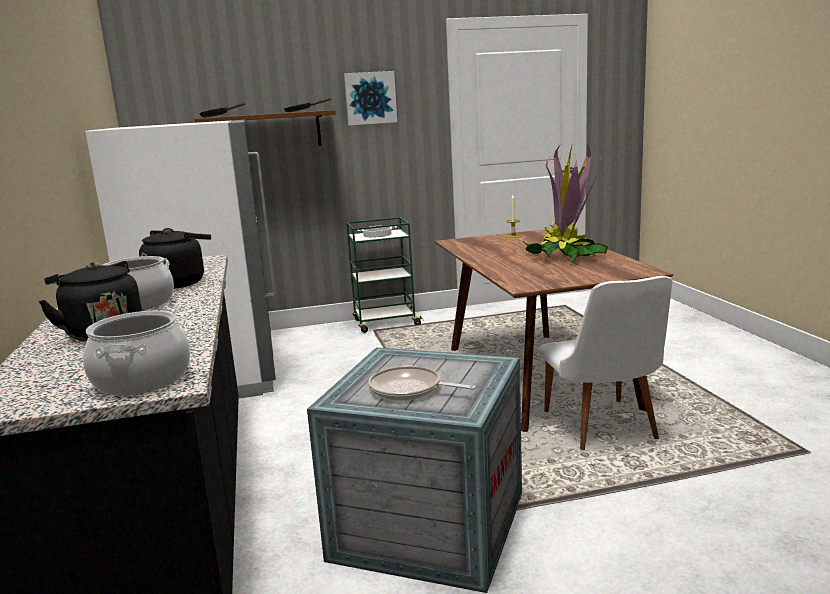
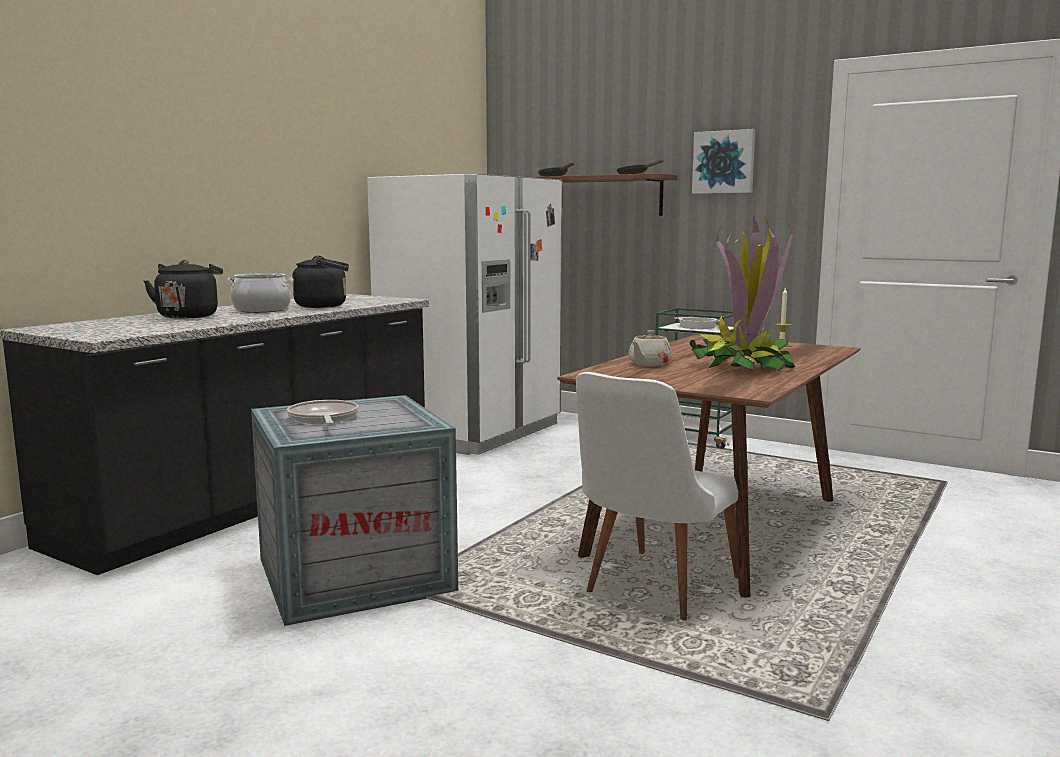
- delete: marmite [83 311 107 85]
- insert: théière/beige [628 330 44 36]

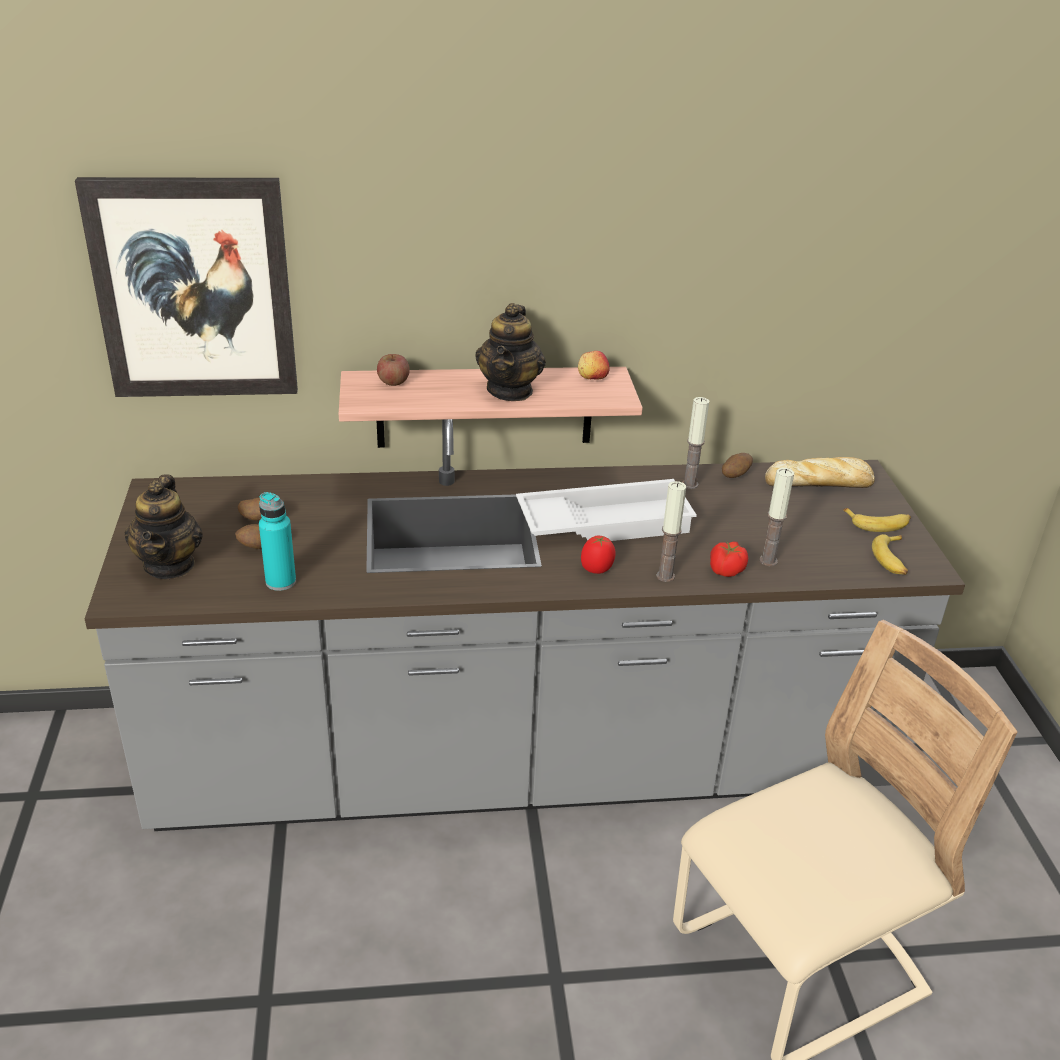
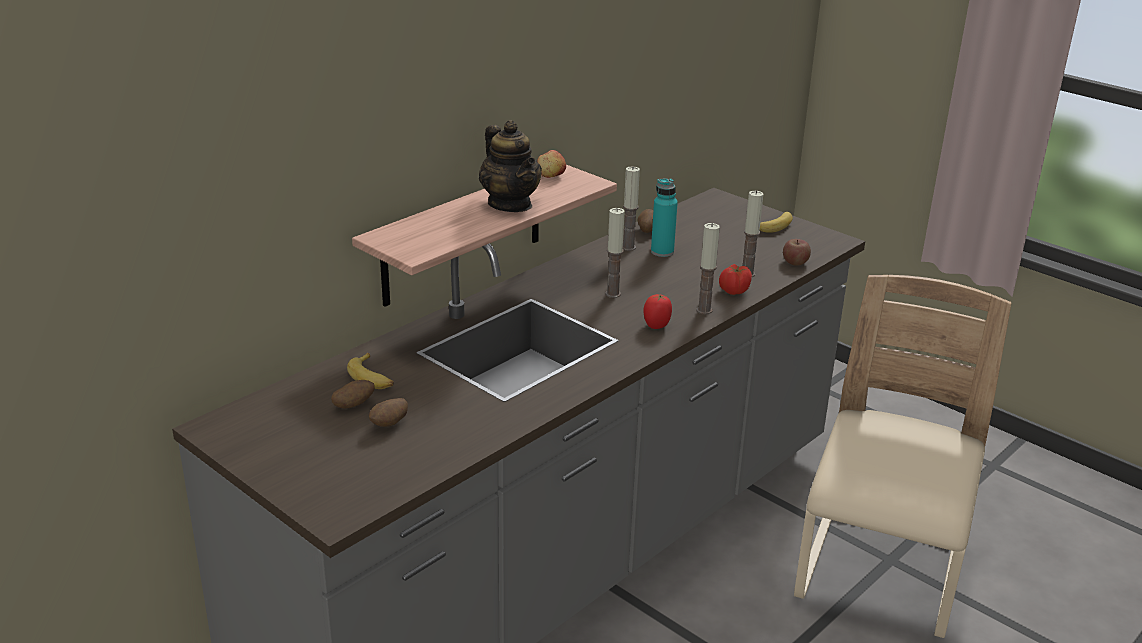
- delete: tableau [75 177 223 220]
- delete: théière [124 475 79 104]
- delete: pain [765 457 110 31]
- move: bouteille/turquoise [259 492 37 99] to [651 178 27 79]
- move: pomme [377 354 33 32] to [783 239 28 27]
- move: banane [872 534 36 41] to [347 353 47 36]
- replace: plateau/blanc [516 479 181 62] to bougie [605 208 20 90]

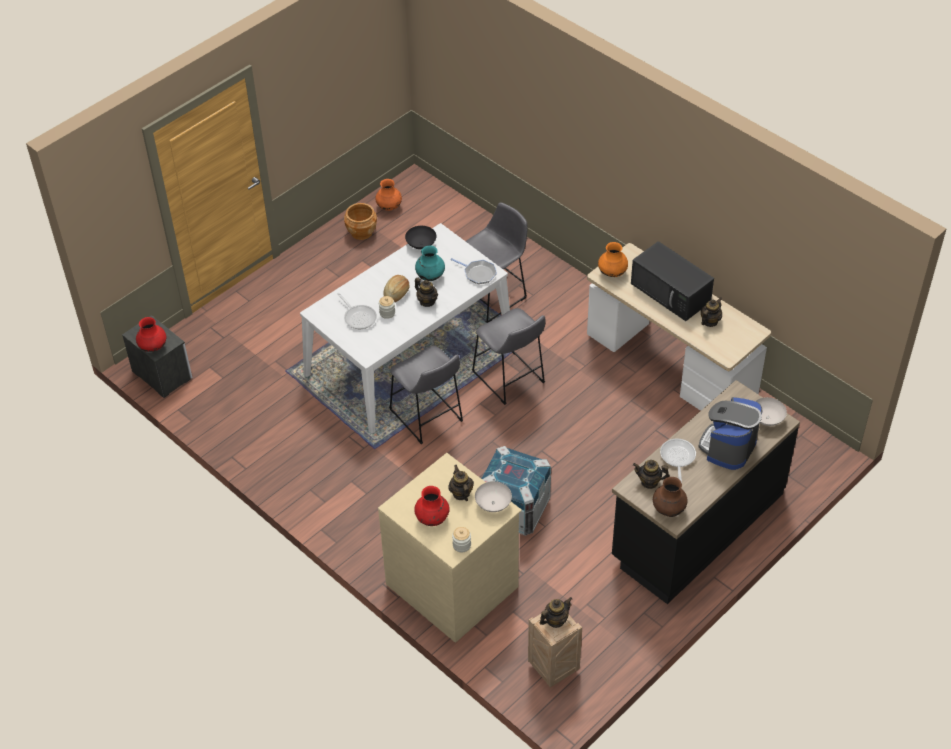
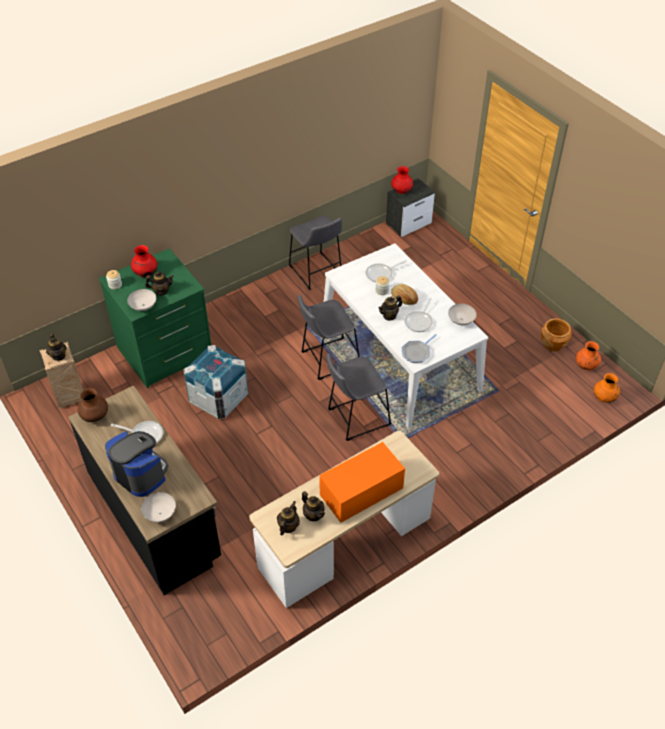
- move: tabouret/gris [466 203 62 120] to [289 216 53 74]
- move: vase/orange [598 242 30 35] to [594 373 26 30]
- move: théière [633 460 37 29] to [277 501 23 35]
- replace: vase/turquoise [415 246 30 35] to poêle [404 298 29 34]
- recolor: commode/beige [378 453 144 190] to commode/vert [99 248 112 141]
- recolor: bol/noir [405 226 31 23] to bol/blanc [448 304 29 21]
- recolor: micro-ondes/noir [631 241 83 80] to micro-ondes/orange [319 442 86 81]

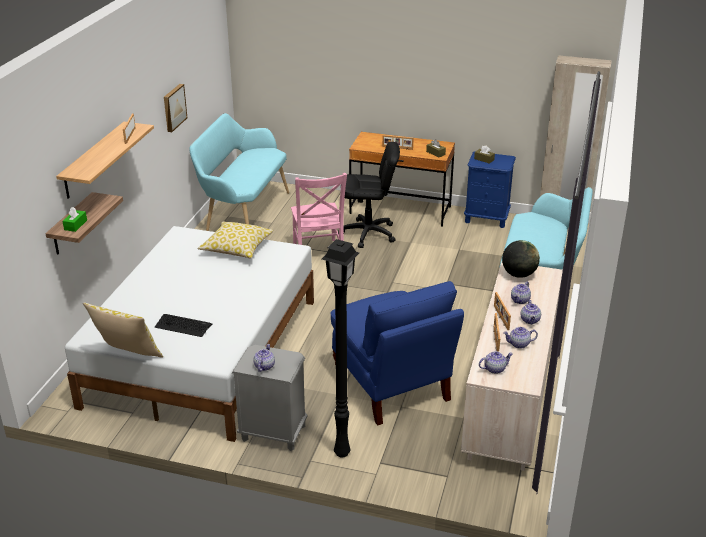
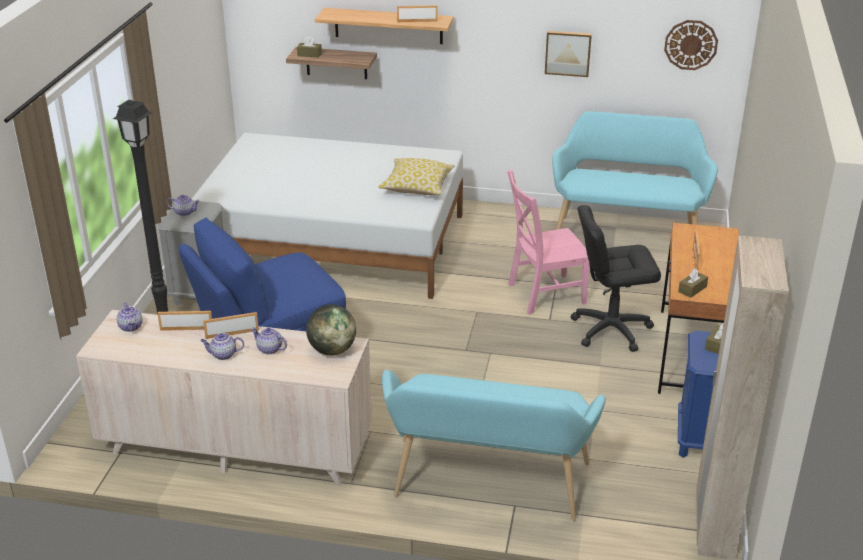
- delete: coussin [83 303 80 55]
- delete: clavier [155 314 57 23]
- delete: théière [503 327 35 22]
- insert: horloge murale [664 20 54 50]
- recolor: boîte à mouchoirs/vert [63 207 24 25] to boîte à mouchoirs/marron [297 36 25 22]
- rotate: chaise de bureau/noir [338 142 62 106] = [571 205 90 147] 90 degrees clockwise

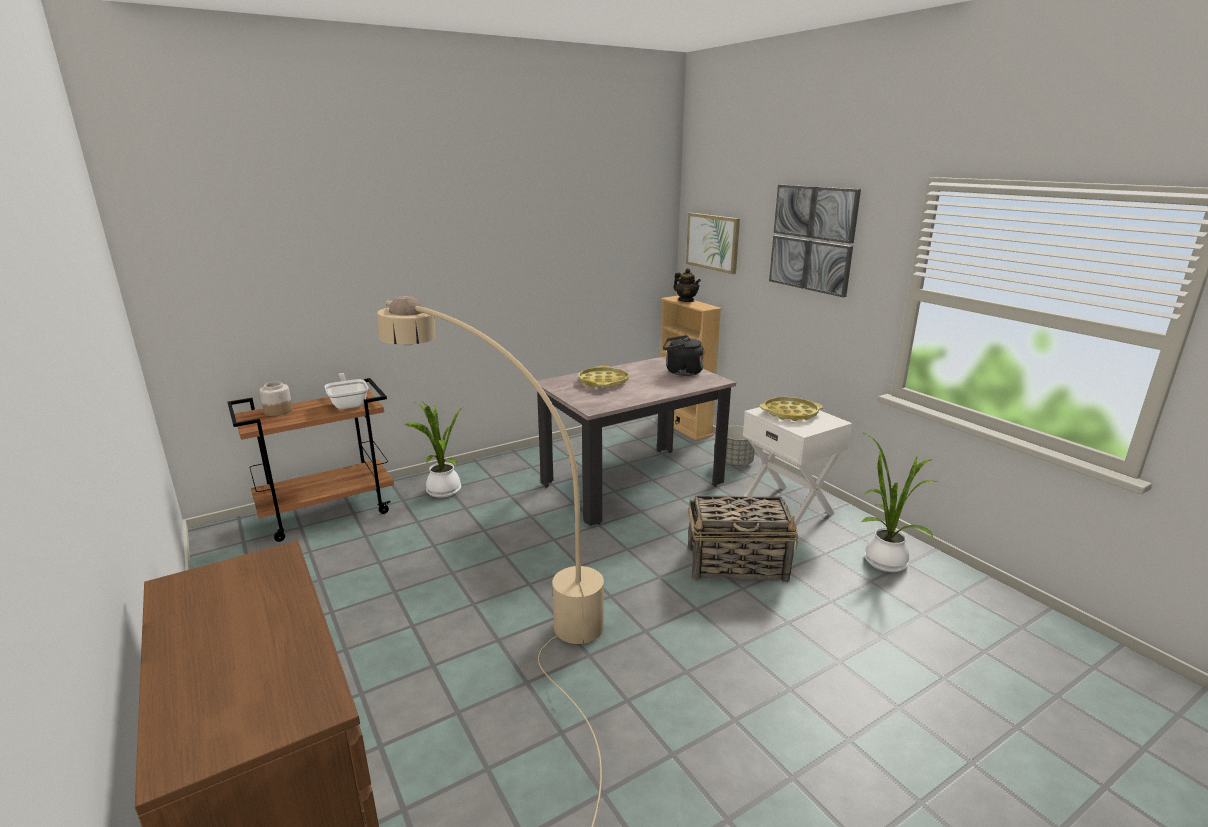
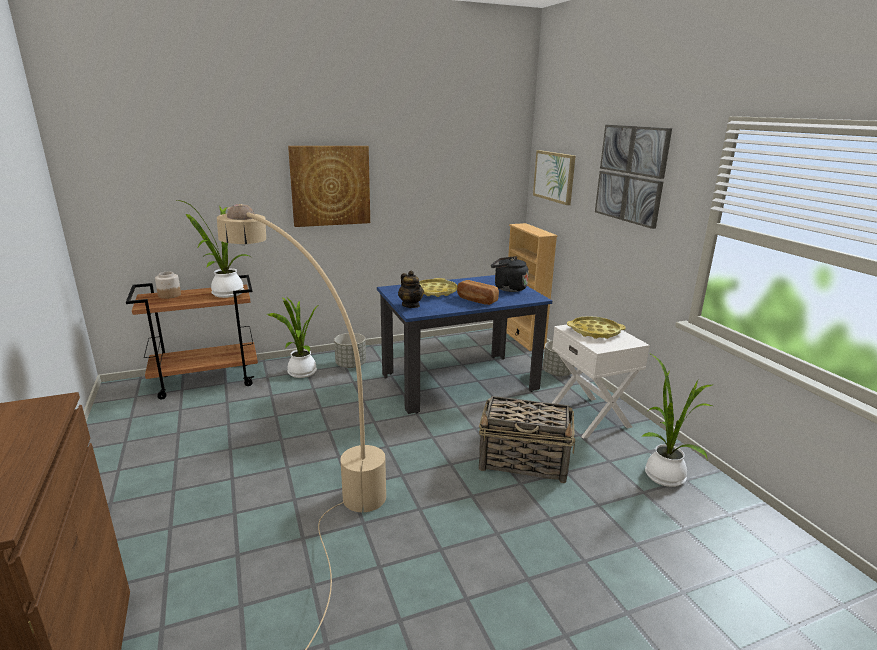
- insert: tableau [288 146 82 81]
- insert: cache-pot/gris [334 333 32 35]
- insert: pain [457 280 42 25]
- move: théière [674 268 27 34] to [398 270 26 38]
- replace: poêle [324 373 44 36] to plante en pot [177 200 75 98]
- recolor: table à manger/beige [537 356 199 170] to table à manger/bleu [377 275 175 139]

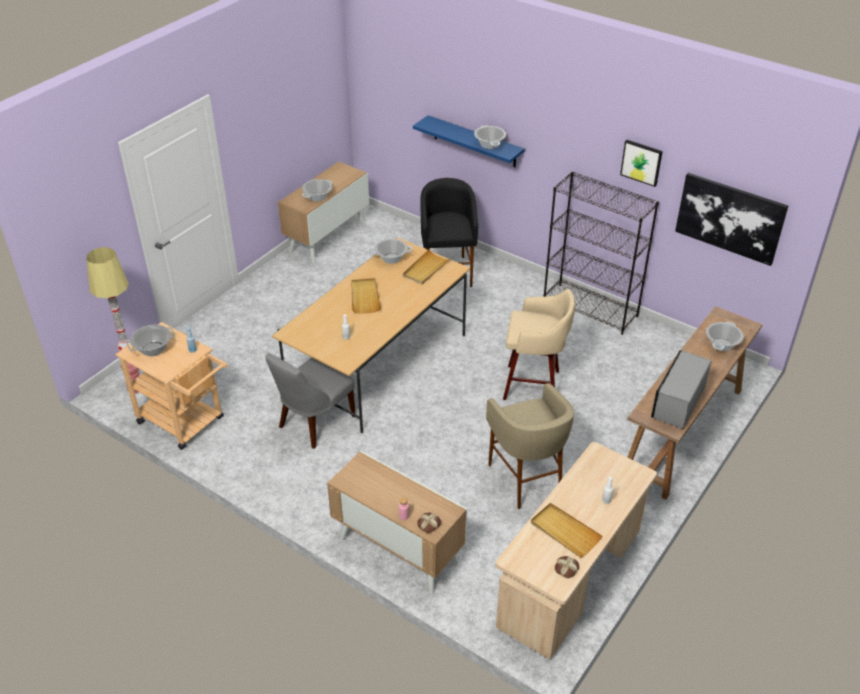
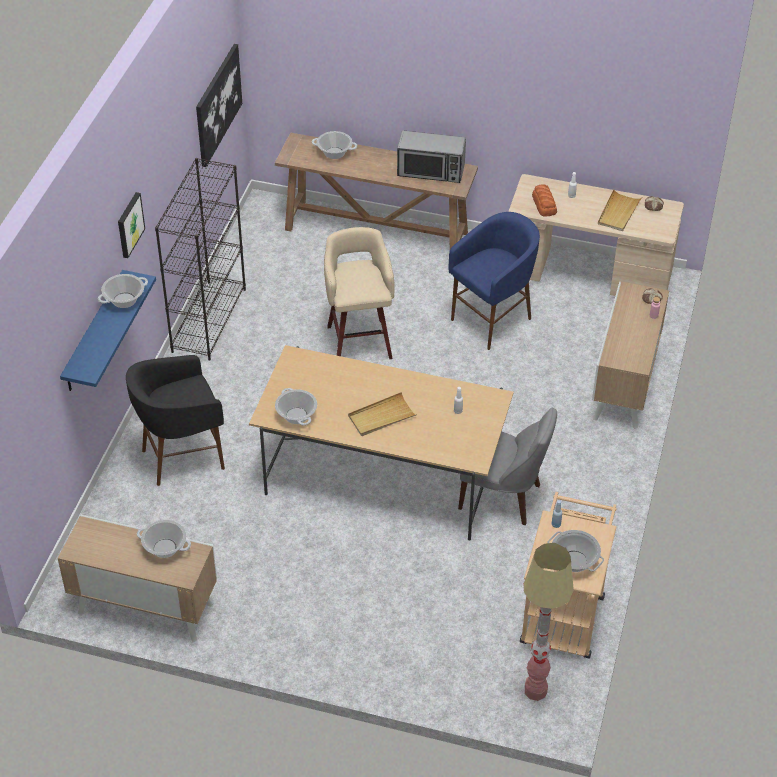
- delete: plateau/beige [403 249 48 36]
- insert: pain [532 184 25 32]
- move: tableau [620 140 43 47] to [118 192 27 66]
- recolor: tabouret/beige [486 383 88 126] to tabouret/bleu [449 212 91 138]

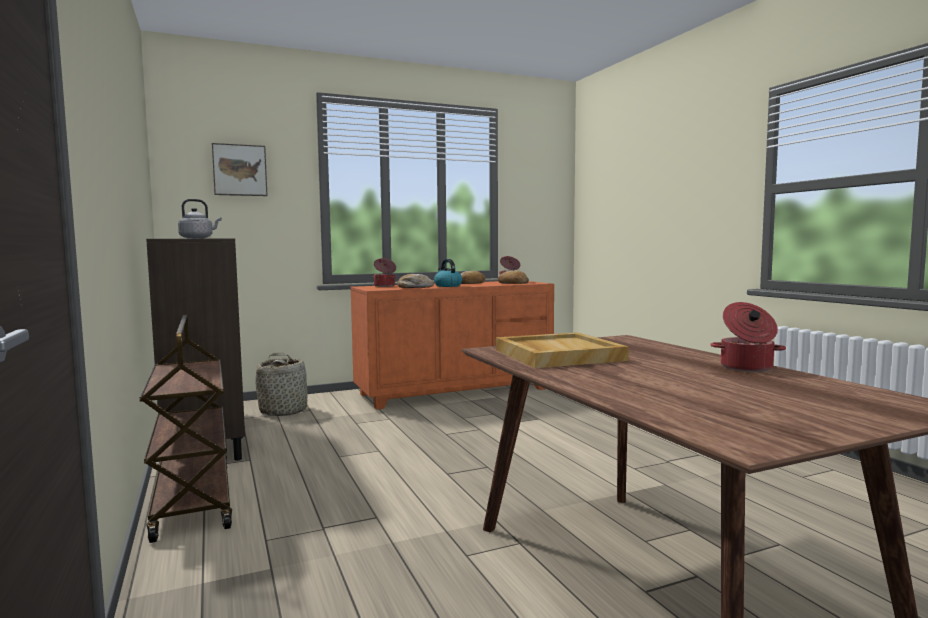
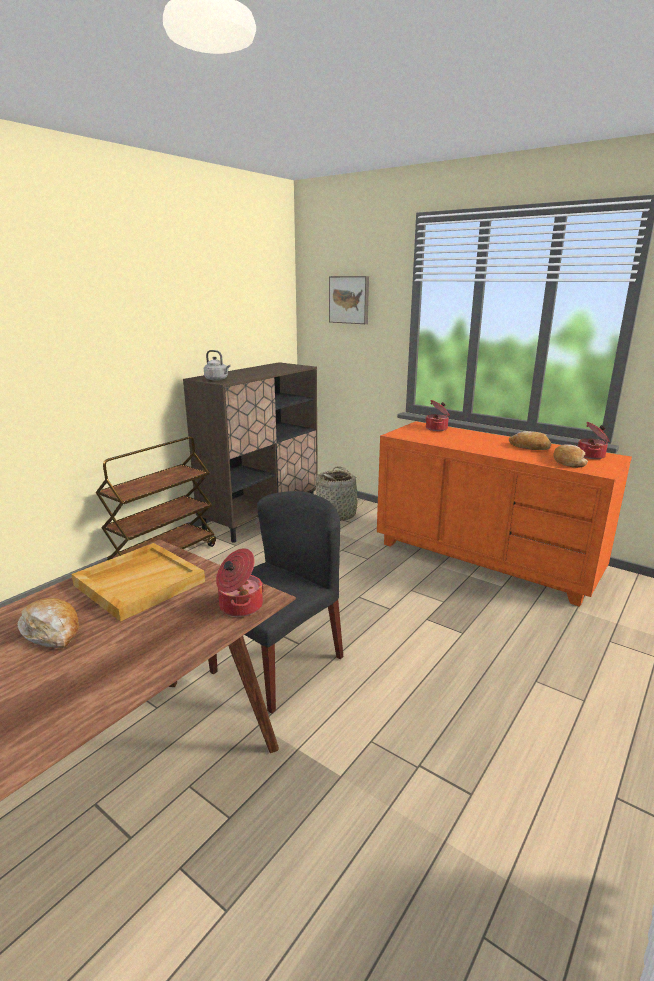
- delete: bouilloire [434 259 29 28]
- insert: chaise/noir [208 491 135 223]
- move: pain [398 274 36 14] to [17 598 62 50]
- move: marmite [710 302 76 70] to [216 548 48 69]

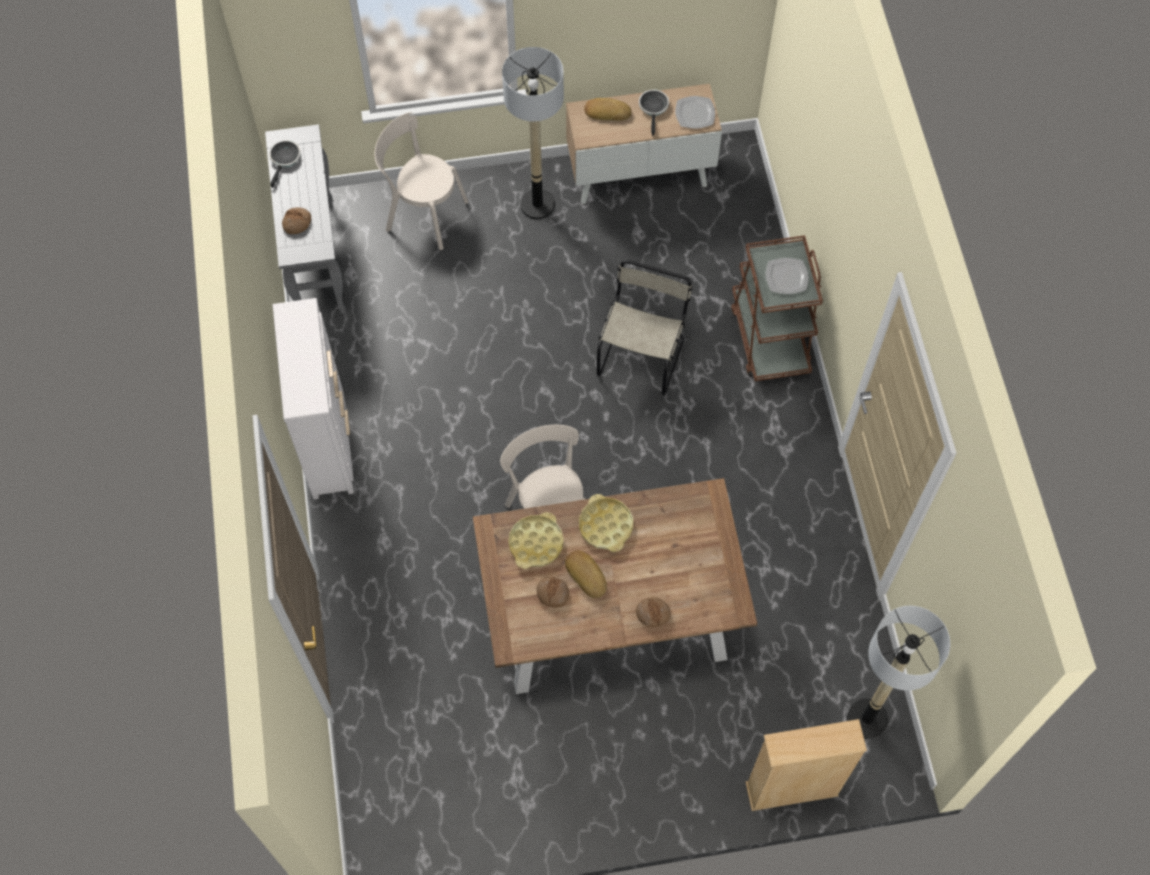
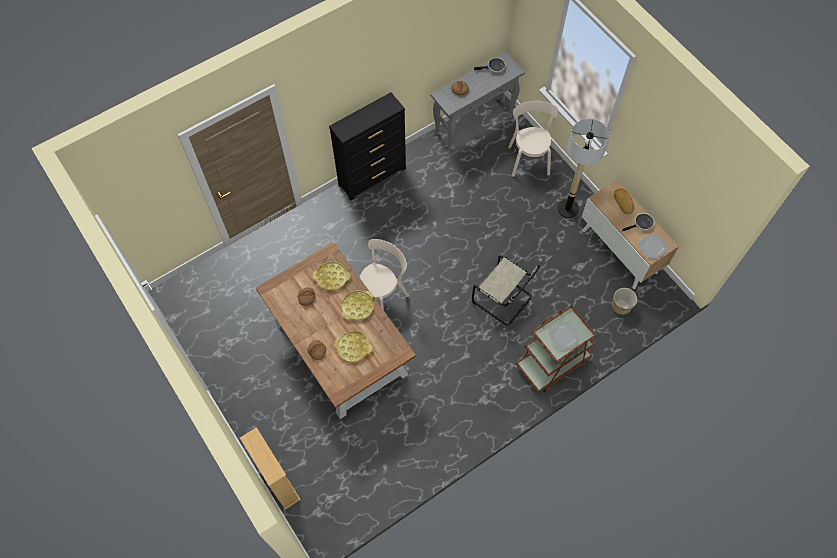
- delete: pain [565 550 42 48]
- delete: lampadaire [847 606 103 133]
- insert: plateau/jaune [334 331 39 31]
- insert: cache-pot [612 288 25 27]
- recolor: commode/blanc [273 298 81 201] to commode/noir [329 92 77 109]
- rotate: chaise/beige [597 260 96 135] = [472 255 68 71] 45 degrees clockwise

